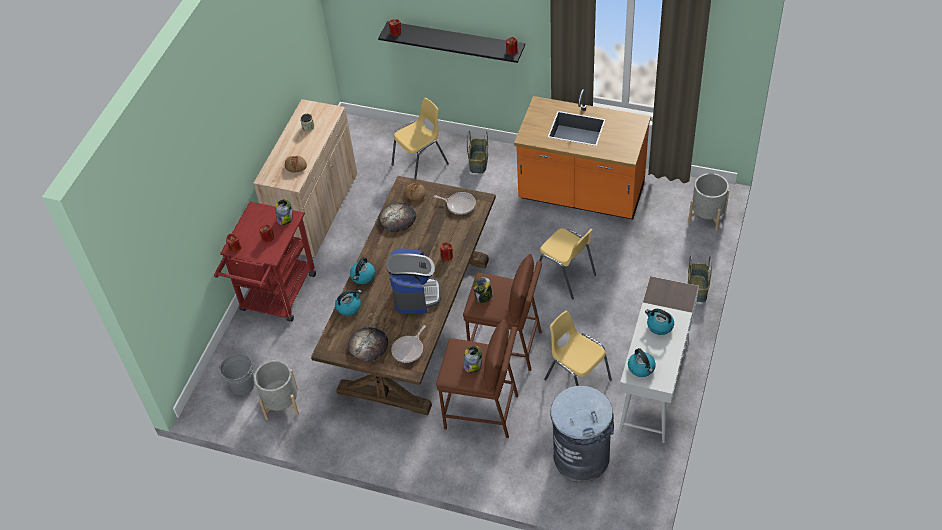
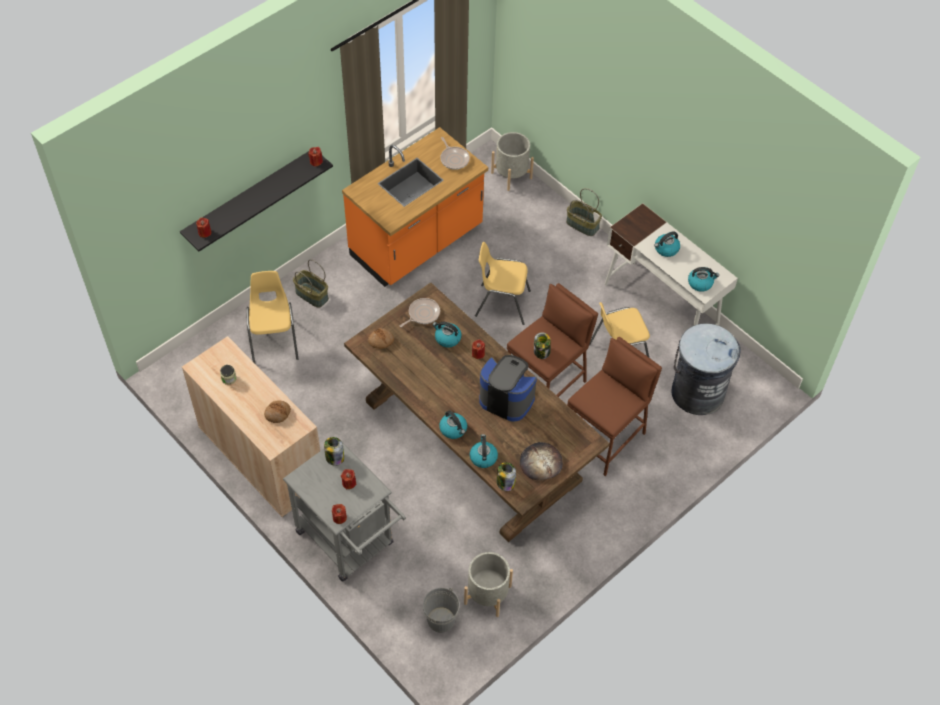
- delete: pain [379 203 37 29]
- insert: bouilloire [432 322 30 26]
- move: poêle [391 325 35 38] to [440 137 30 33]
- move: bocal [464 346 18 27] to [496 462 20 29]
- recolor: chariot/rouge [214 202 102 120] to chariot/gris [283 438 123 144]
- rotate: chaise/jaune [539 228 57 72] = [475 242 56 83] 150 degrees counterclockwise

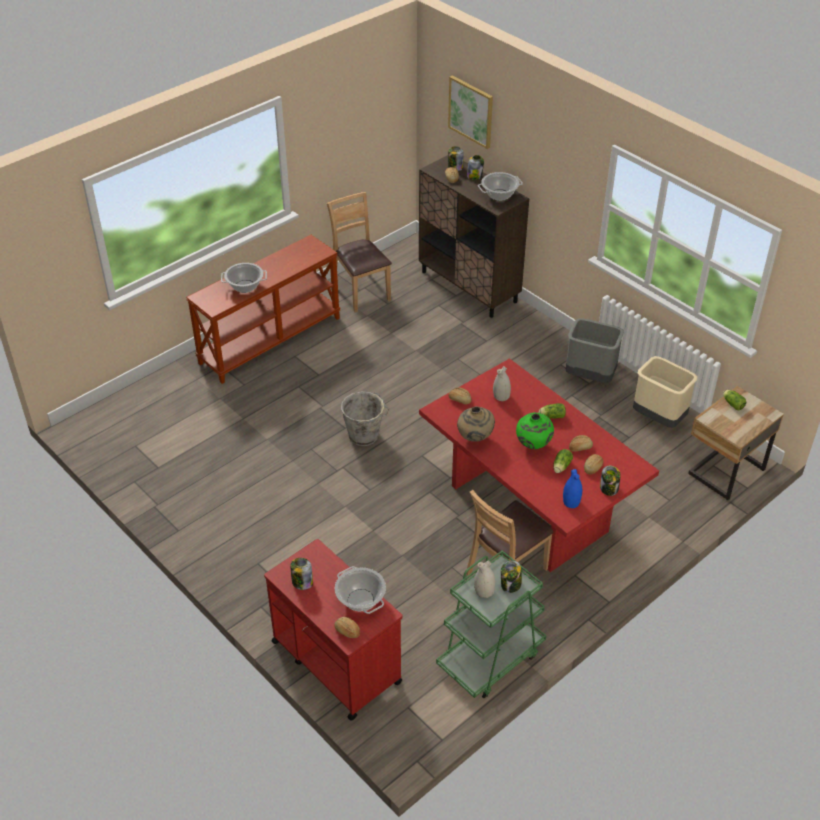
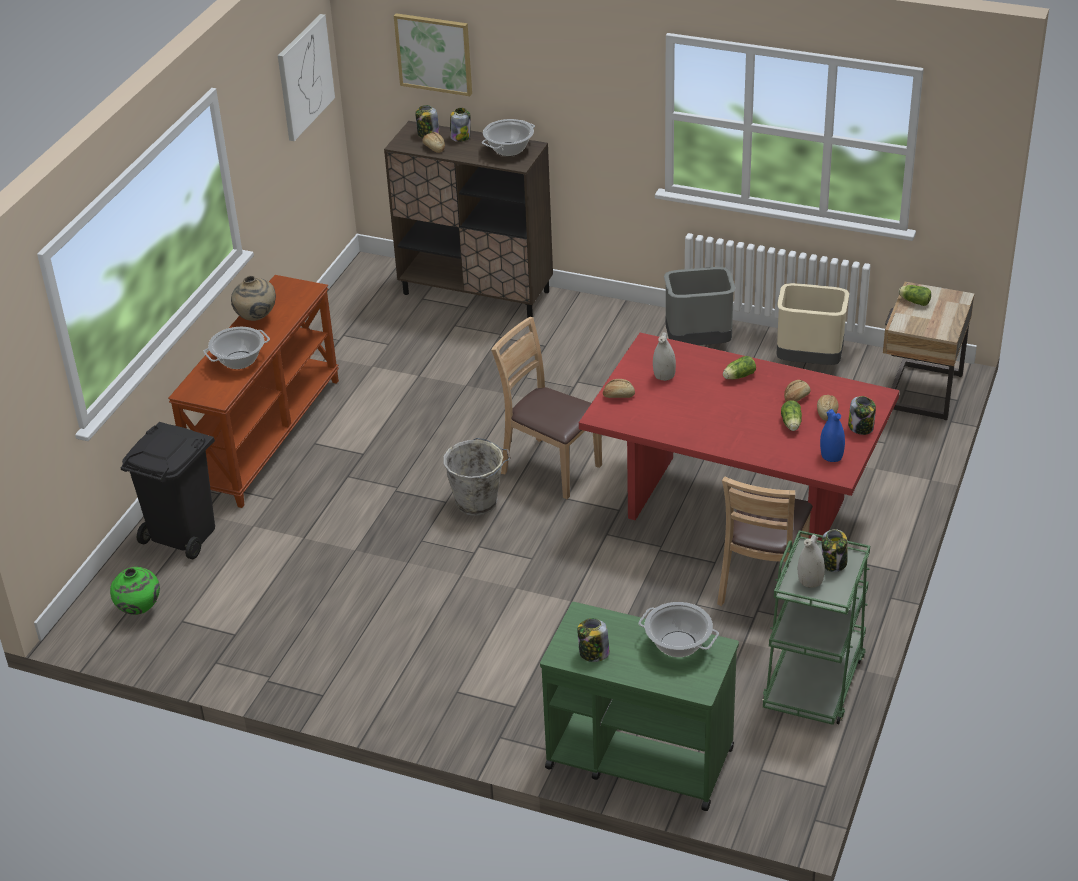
- delete: pain [334 617 26 21]
- insert: poubelle/noir [121 422 94 137]
- insert: tableau [278 14 57 127]
- move: chaise/marron [327 192 65 121] to [491 317 111 182]
- move: vase/beige [457 406 38 36] to [231 276 45 45]
- move: vase/vert [516 412 38 37] to [110 567 50 48]
- recolor: chariot/rouge [264 539 138 182] to chariot/vert [540 602 199 209]

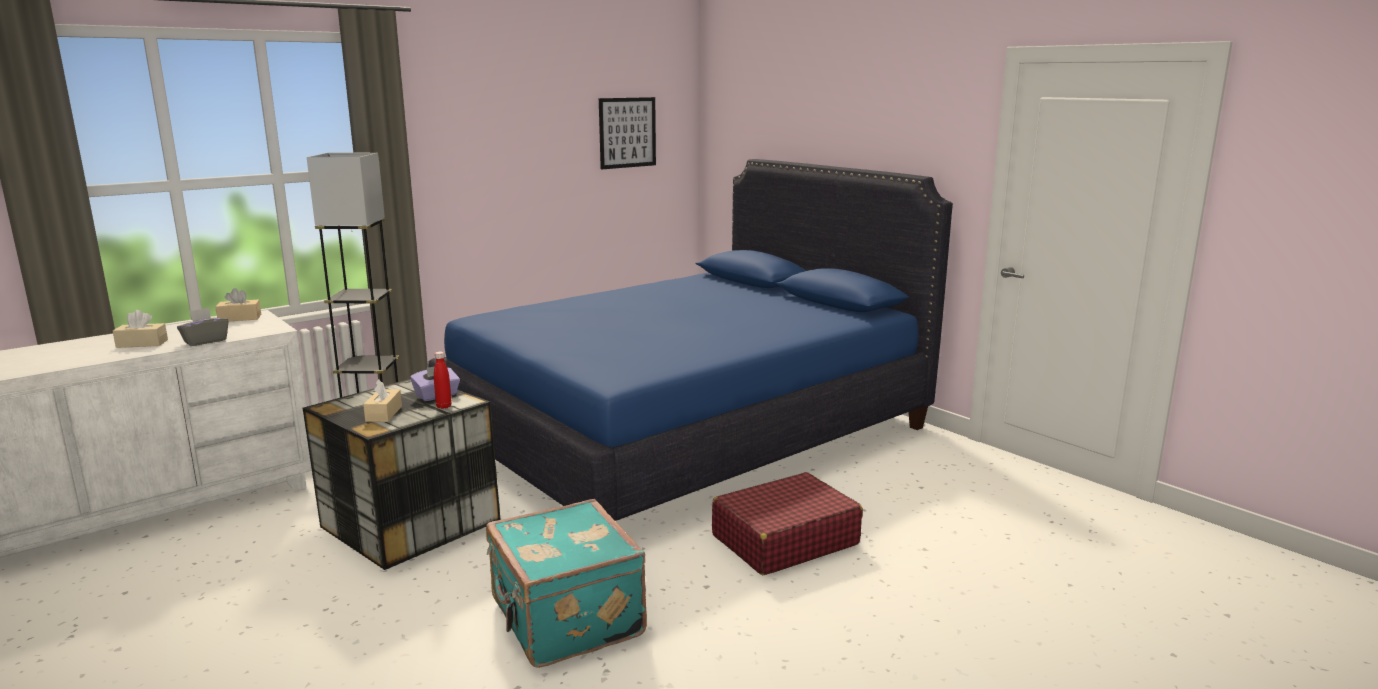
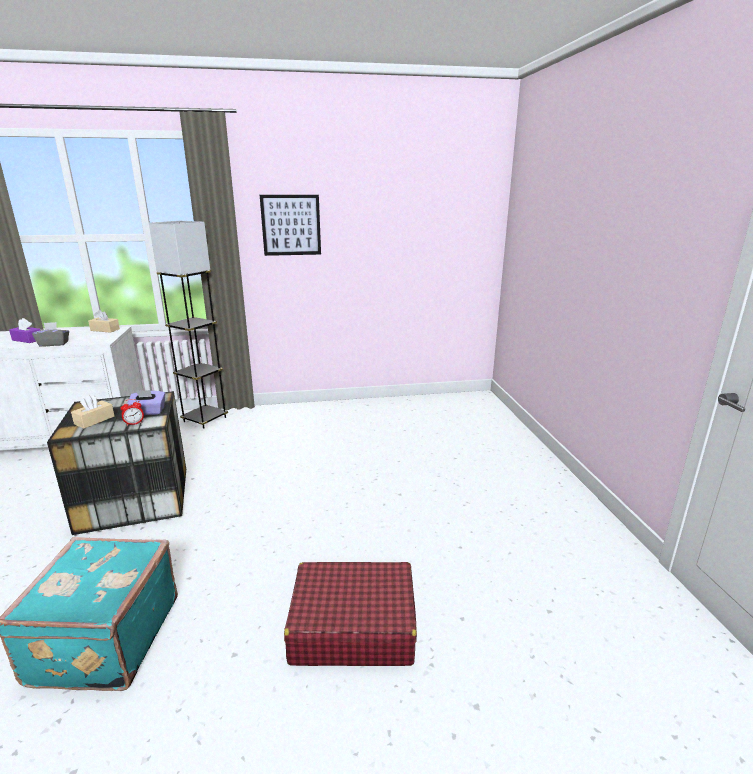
- delete: lit/bleu [428 159 525 362]
- move: tableau [599 97 57 72] to [260 195 61 61]
- replace: bouteille/rouge [434 351 18 58] to réveil [120 399 24 27]
- recolor: boîte à mouchoirs/beige [113 310 55 38] to boîte à mouchoirs/violet [9 318 31 25]

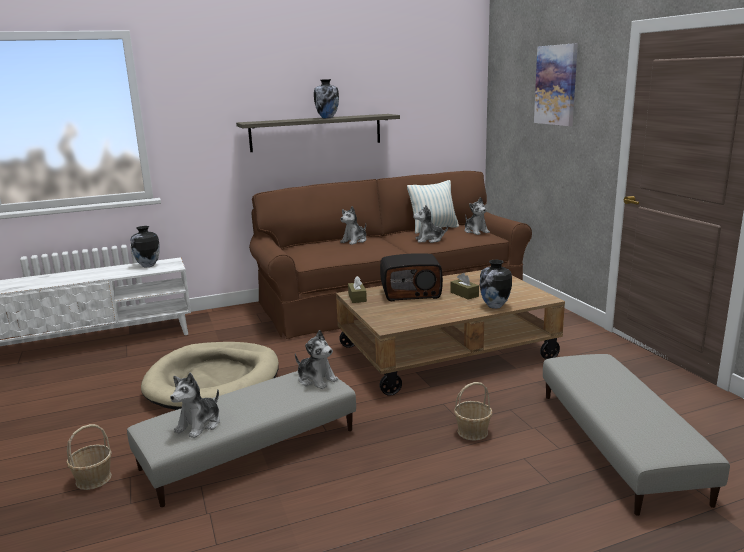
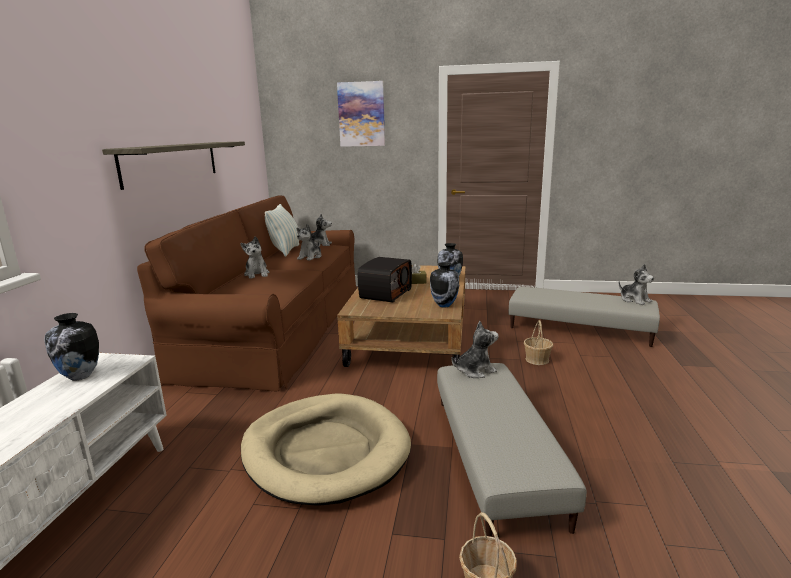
- delete: boîte à mouchoirs/marron [348 276 19 27]
- move: peluche [170 373 50 65] to [619 264 35 41]
- move: vase [314 79 25 39] to [430 262 29 46]

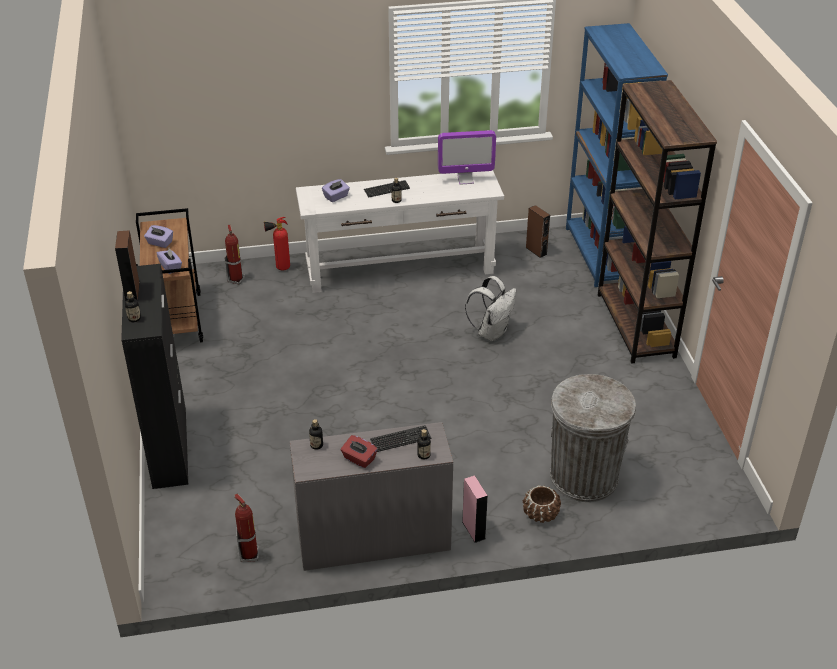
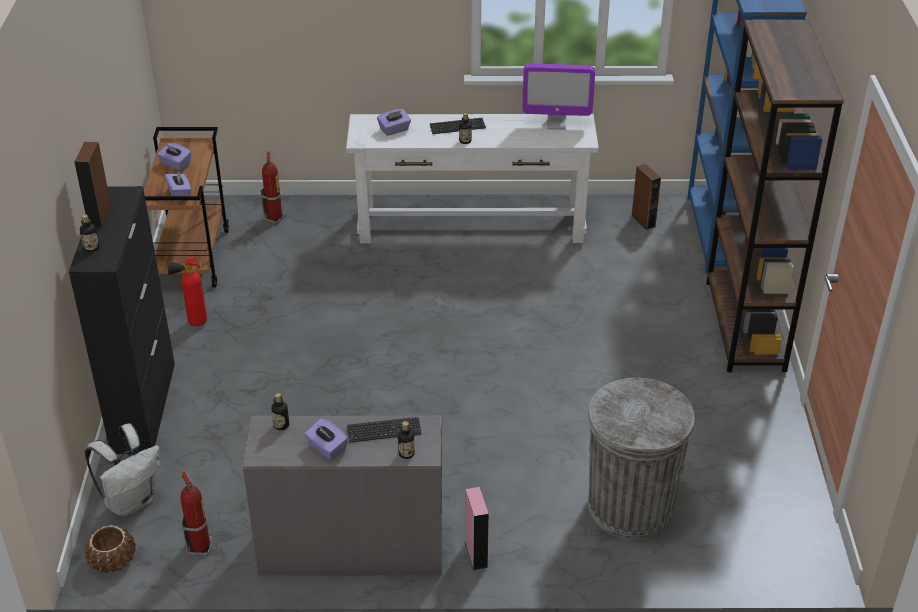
- move: extincteur [264 217 26 54] to [168 258 39 68]
- move: sac à dos/blanc [465 276 51 65] to [85 424 76 93]
- move: cache-pot/marron [523 485 38 38] to [85 525 51 48]
- recolor: boîte à mouchoirs/rouge [341 435 36 33] to boîte à mouchoirs/violet [304 418 44 42]

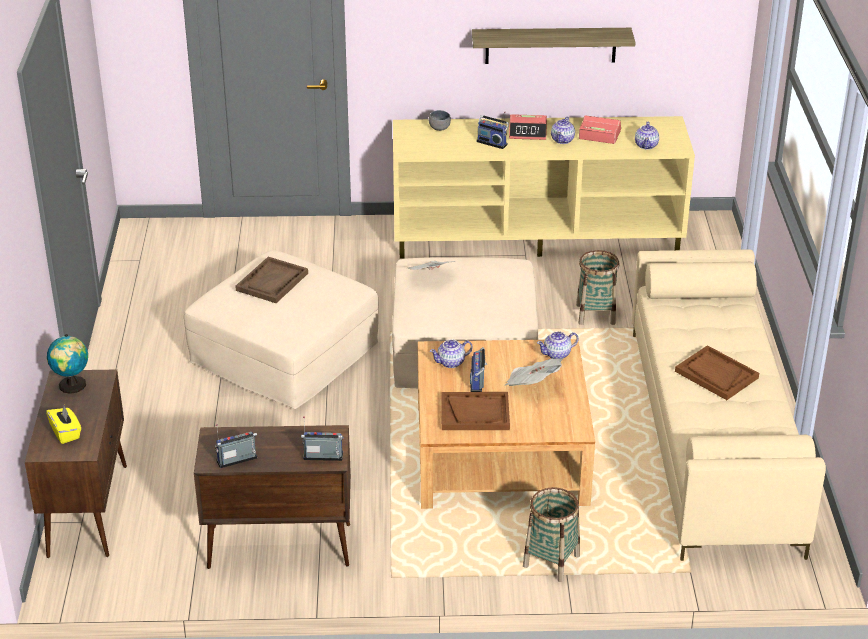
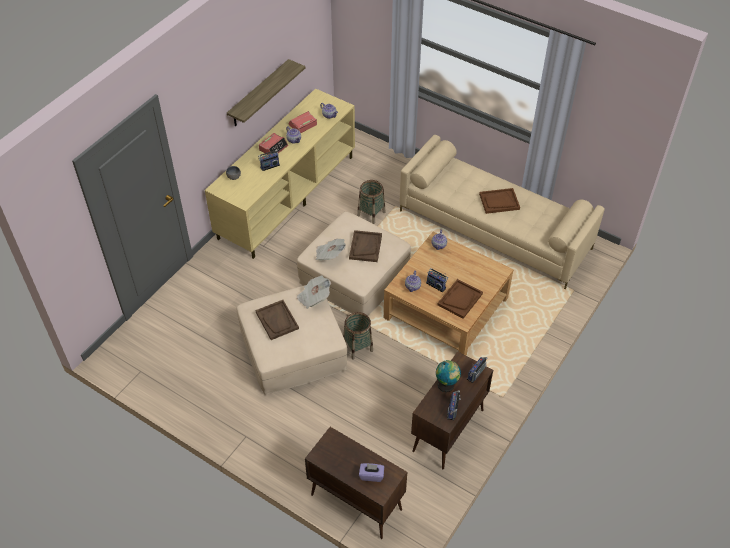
- insert: plateau/marron [349 230 33 32]
- move: globe [47 334 41 60] to [436 360 25 32]
- move: journal [504 358 59 28] to [297 276 34 33]
- move: panier [523 487 57 95] to [343 312 30 47]
- recolor: boîte à mouchoirs/jaune [46 406 35 38] to boîte à mouchoirs/violet [359 463 25 19]

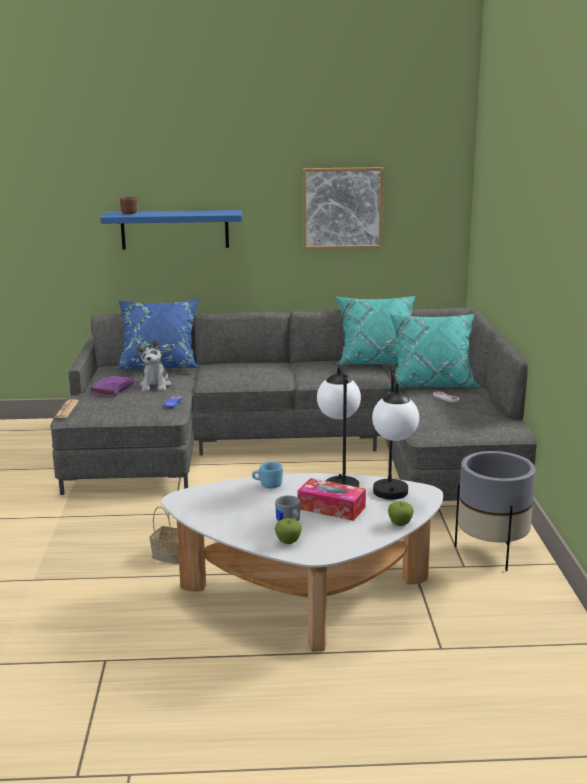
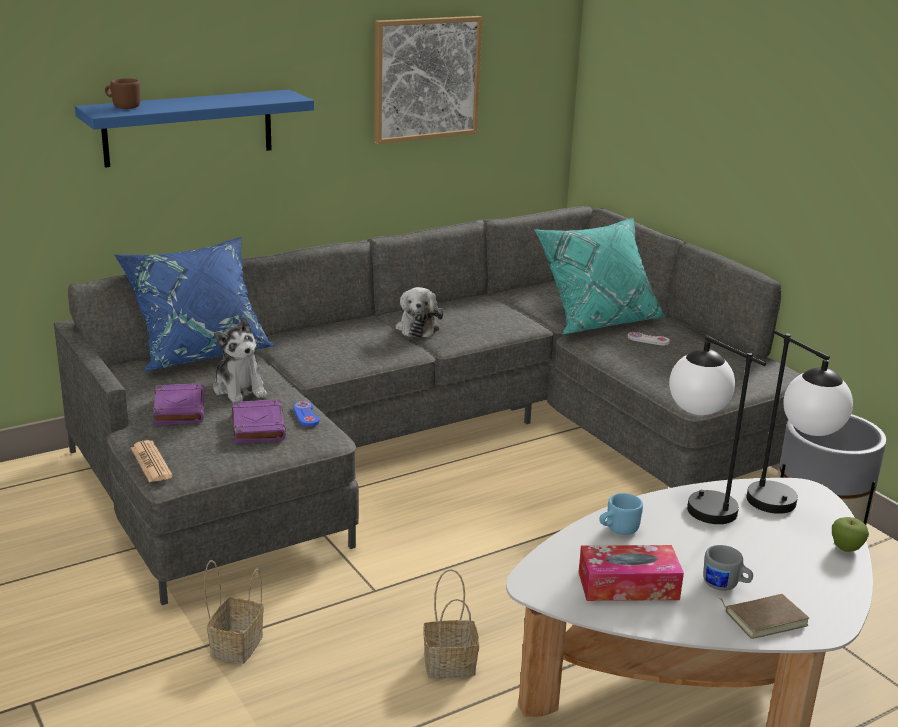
- delete: coussin/turquoise [336 296 79 68]
- insert: panier [204 560 60 104]
- insert: livre/violet [232 399 54 45]
- insert: peluche [396 287 47 51]
- move: boîte à mouchoirs [297 478 69 43] to [579 545 105 56]
- replace: pomme [274 518 28 26] to livre/marron [719 594 90 45]

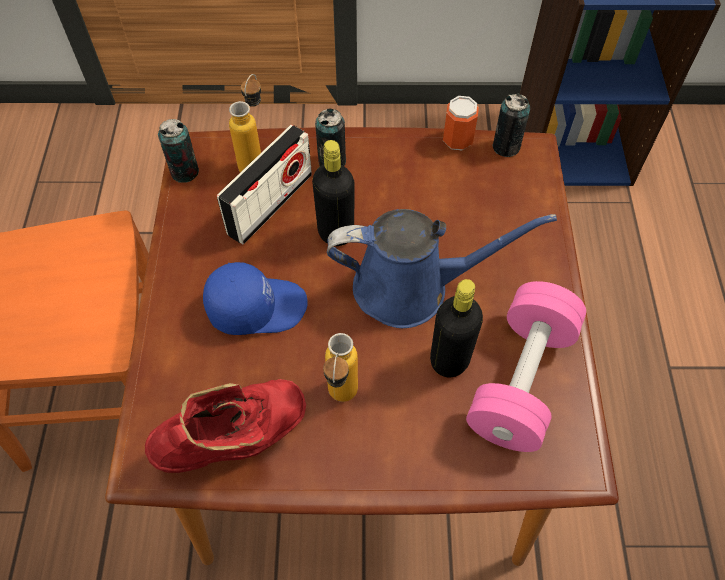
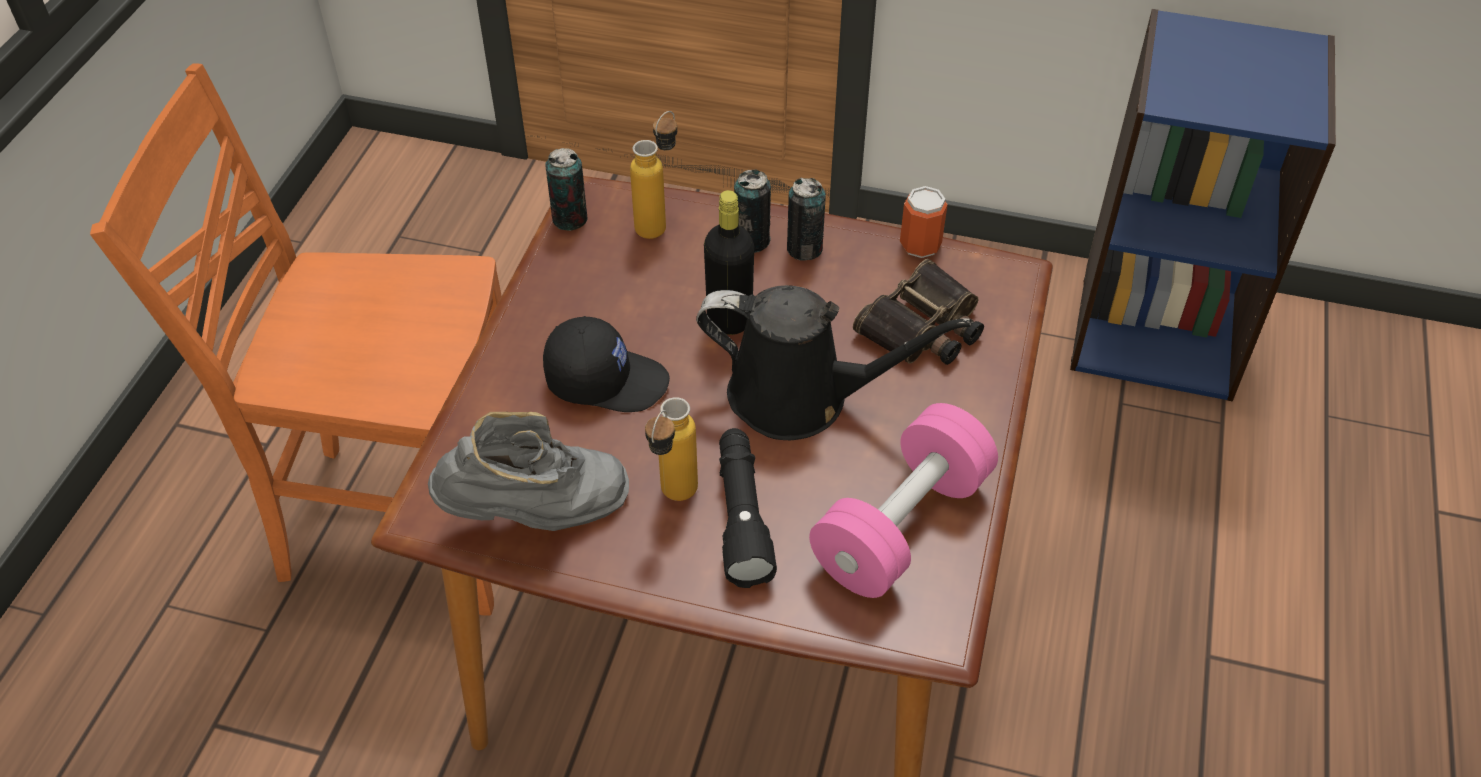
- delete: radio [217 125 95 119]
- delete: bouteille/noir [430 279 53 98]
- insert: lampe de poche/noir [719 428 58 160]
- insert: jumelles [853 259 131 106]
- move: boîte métallique [493 93 37 64] to [787 177 39 84]
- recolor: botte/rouge [145 379 161 94] to botte/gris [428 412 201 119]
- recolor: casquette/bleu [203 262 105 73] to casquette/noir [543 316 127 96]
- recolor: arrosoir/bleu [327 209 230 119] to arrosoir/noir [696 285 276 155]

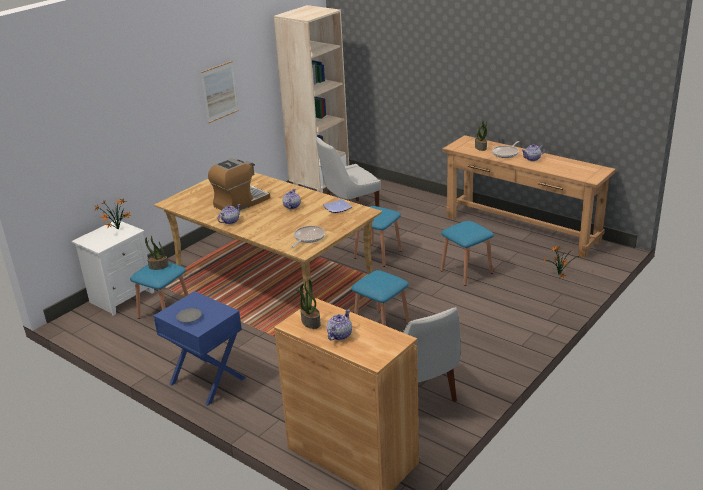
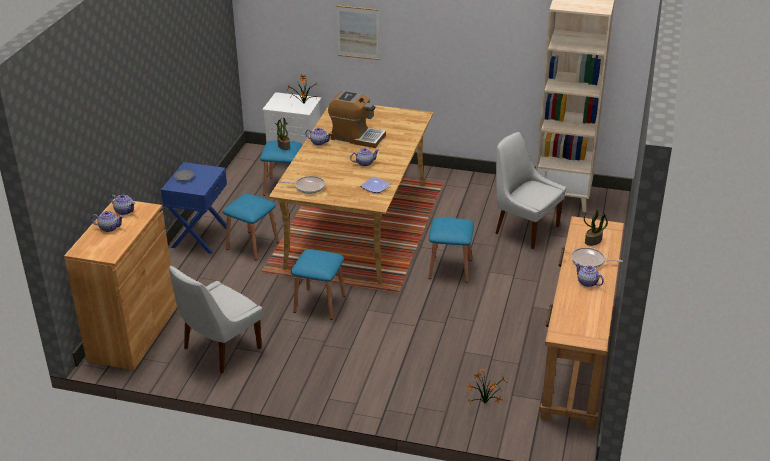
- move: tableau [201 61 38 62] to [337 5 42 55]
- move: tabouret/bleu [440 221 54 65] to [223 194 56 66]
- replace: plante en pot [296 280 25 49] to théière [110 194 25 21]

